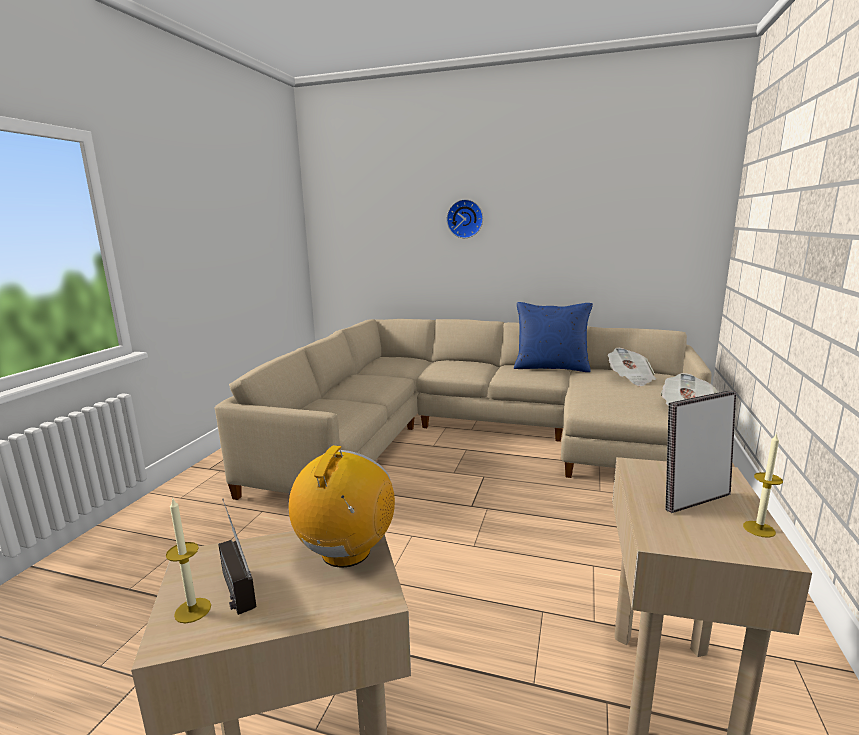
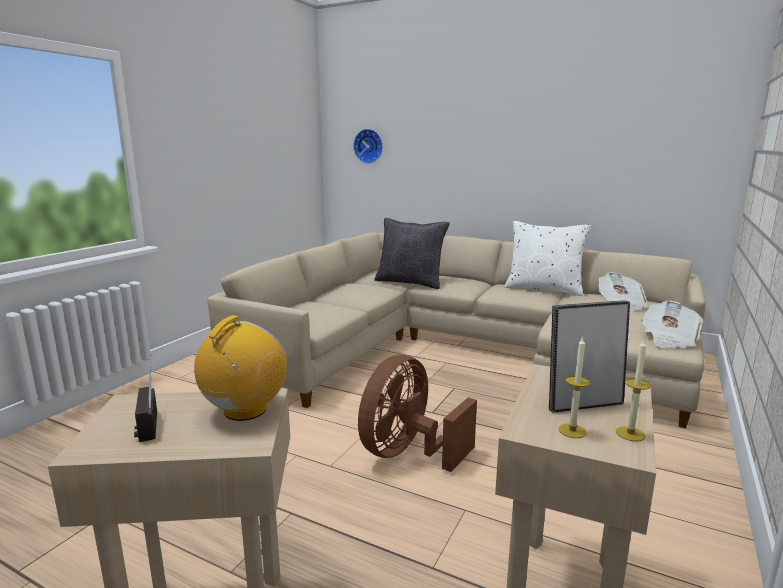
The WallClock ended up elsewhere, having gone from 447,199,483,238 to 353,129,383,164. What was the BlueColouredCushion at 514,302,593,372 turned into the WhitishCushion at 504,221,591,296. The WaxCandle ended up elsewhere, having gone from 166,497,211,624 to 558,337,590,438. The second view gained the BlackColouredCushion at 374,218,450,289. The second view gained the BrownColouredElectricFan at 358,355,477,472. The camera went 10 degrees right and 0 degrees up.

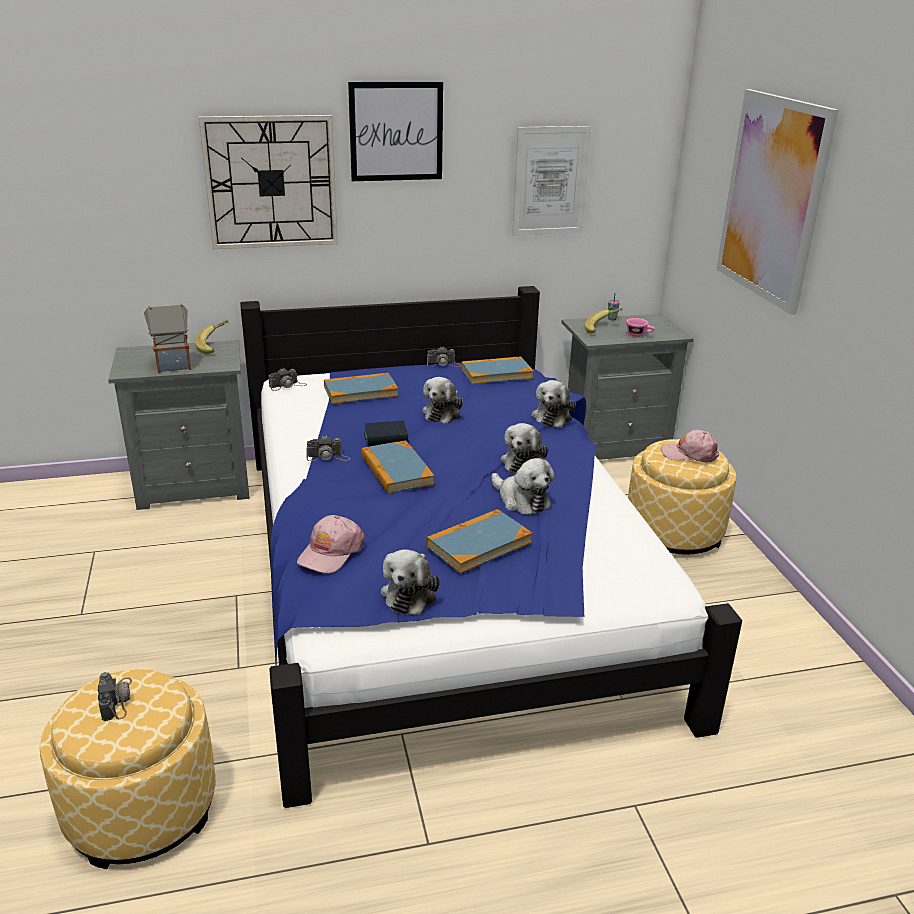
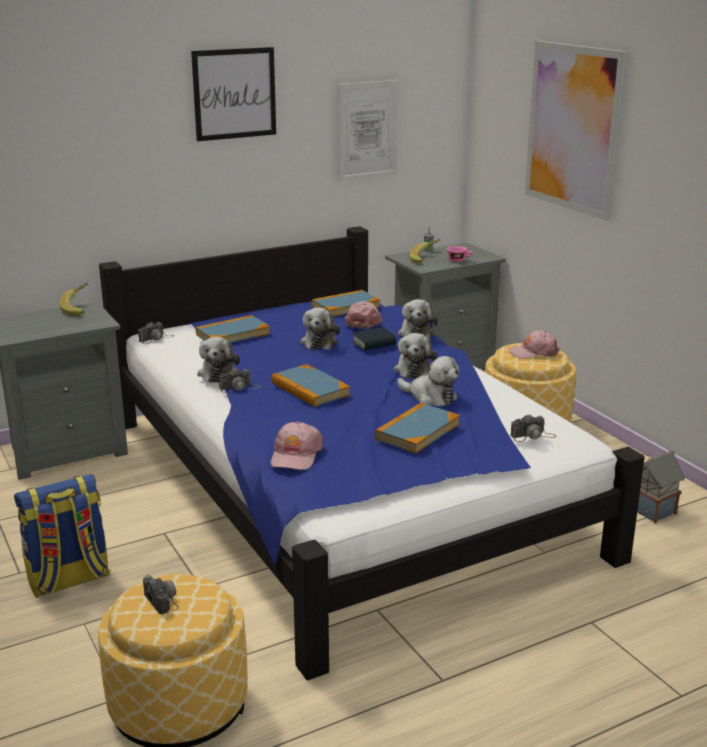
The second view lost the WallClock at 198,115,338,249. The ToyHouse ended up elsewhere, having gone from 144,303,191,373 to 637,450,685,524. The PhotoCamera ended up elsewhere, having gone from 427,346,461,367 to 510,415,556,442. The Book ended up elsewhere, having gone from 364,421,408,447 to 352,327,396,350. The PlushToy ended up elsewhere, having gone from 381,549,440,615 to 197,337,240,383. The second view gained the PinkishCap at 345,301,382,329. The second view gained the Knapsack at 14,474,110,598. The camera went 15 degrees left and 5 degrees down.

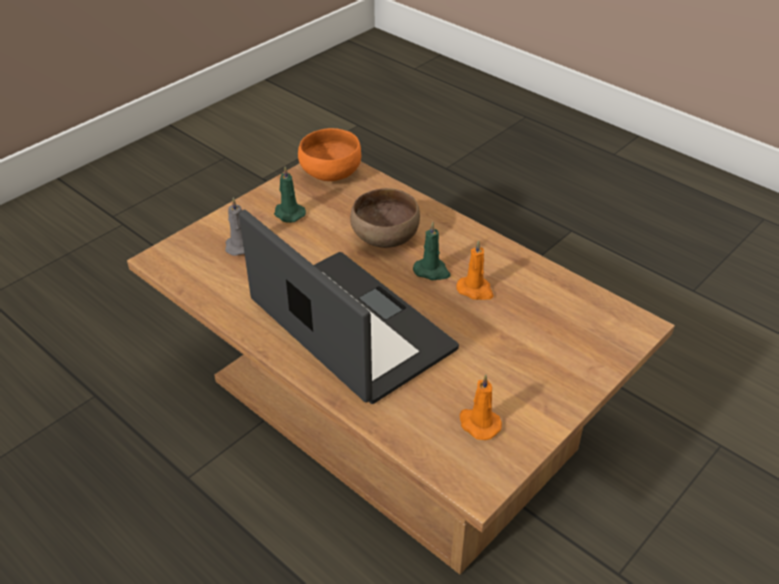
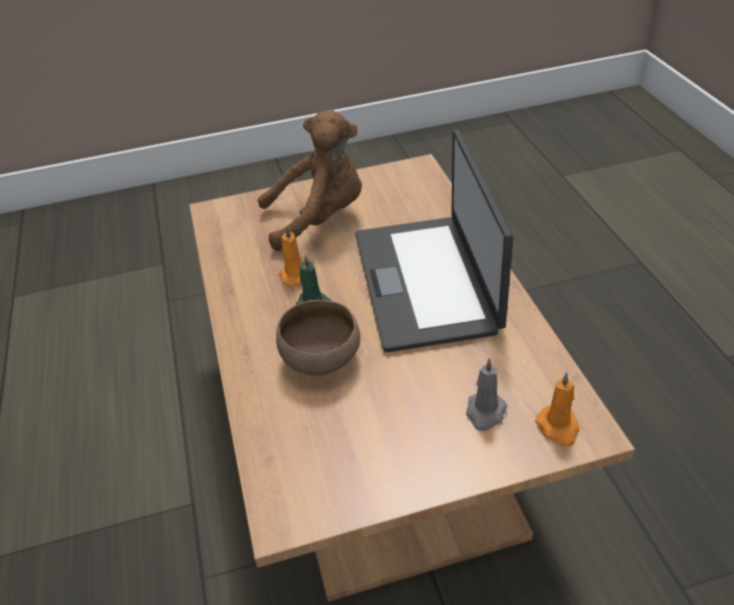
The second view lost the OrangeyDeepDish at 298,128,361,181. The second view lost the GreenColouredWaxCandle at 274,166,306,223. The OrangeyWaxCandle ended up elsewhere, having gone from 460,374,502,440 to 535,372,580,447. The second view gained the BrownColouredPlushToy at 258,110,362,251. The camera went 145 degrees left and 0 degrees up.

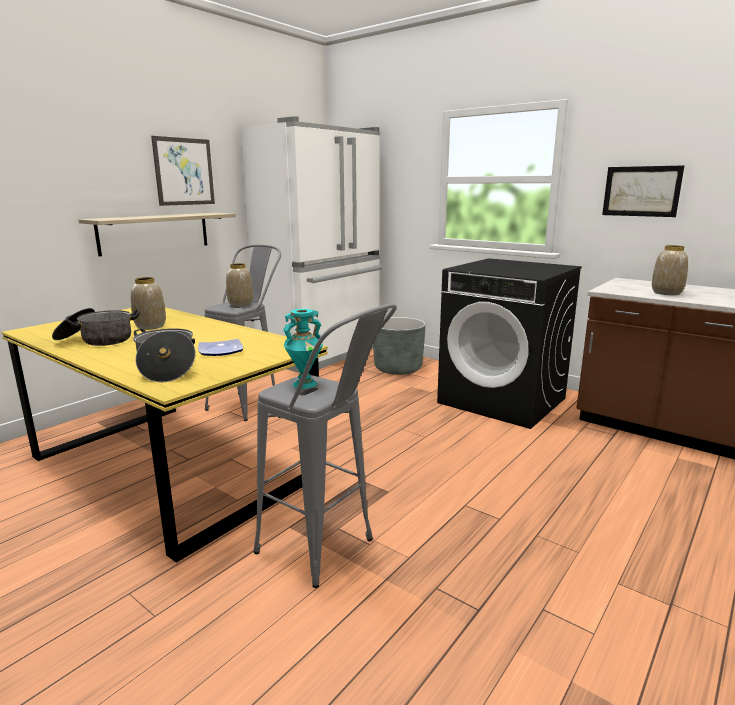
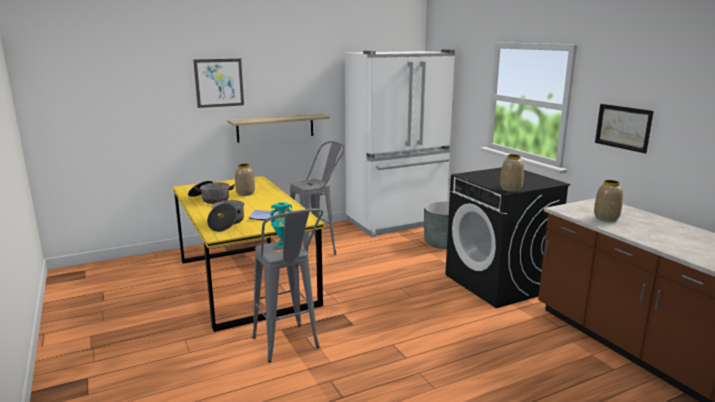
The Picture ended up elsewhere, having gone from 151,136,215,206 to 193,59,244,108. The DecorativeVase ended up elsewhere, having gone from 226,263,253,307 to 500,154,524,192. The camera went 25 degrees right and 0 degrees up.

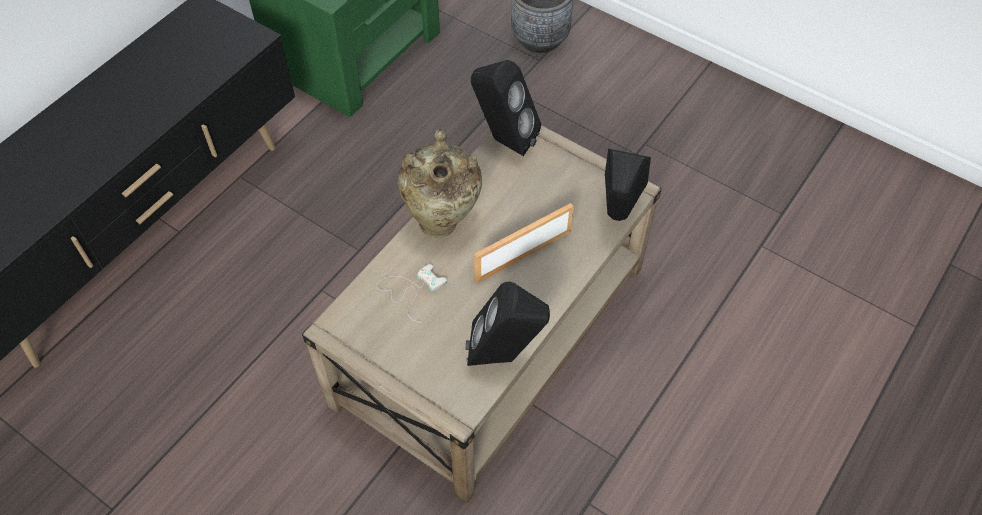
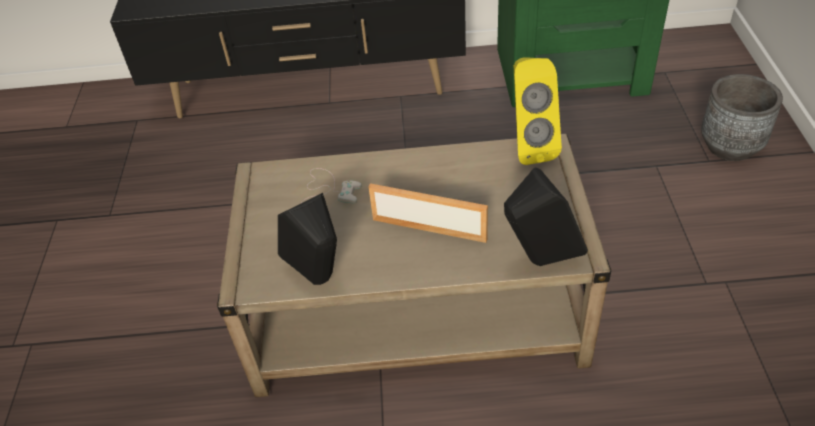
What was the BlackColouredLoudspeaker at 471,60,541,156 turned into the YellowishLoudspeaker at 514,57,562,165. The second view lost the BeigeDecorativeVase at 398,129,482,238. The camera went 55 degrees right and 10 degrees down.

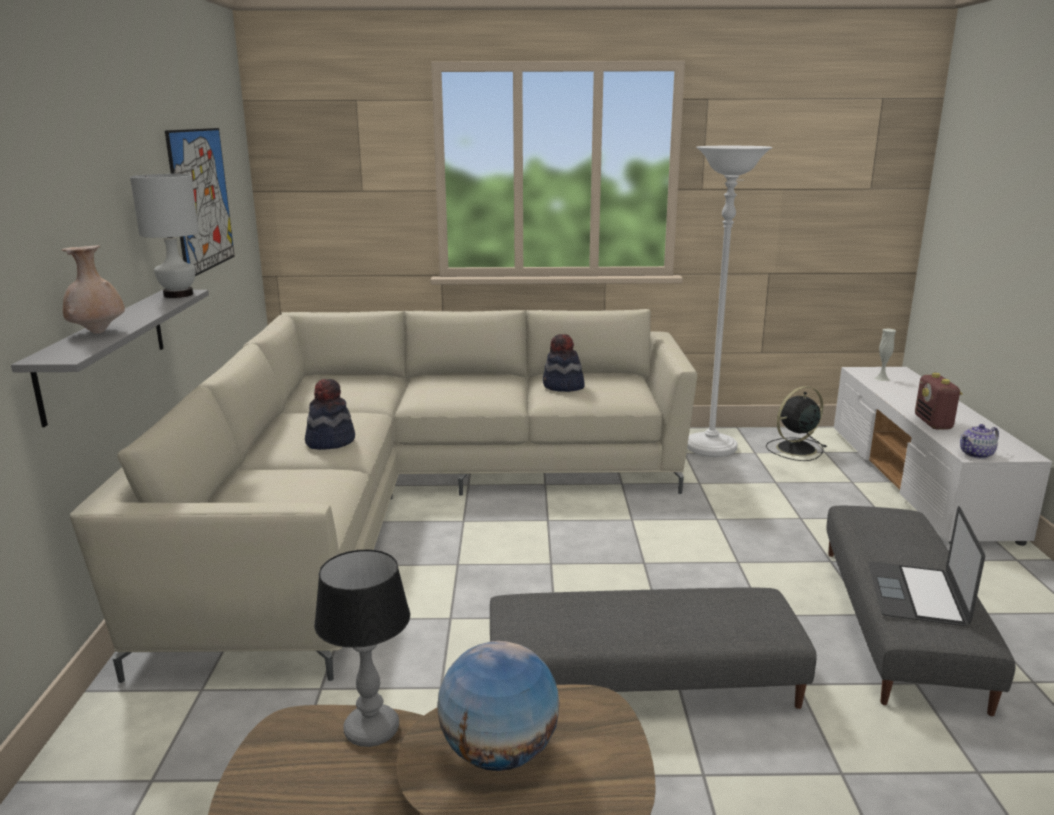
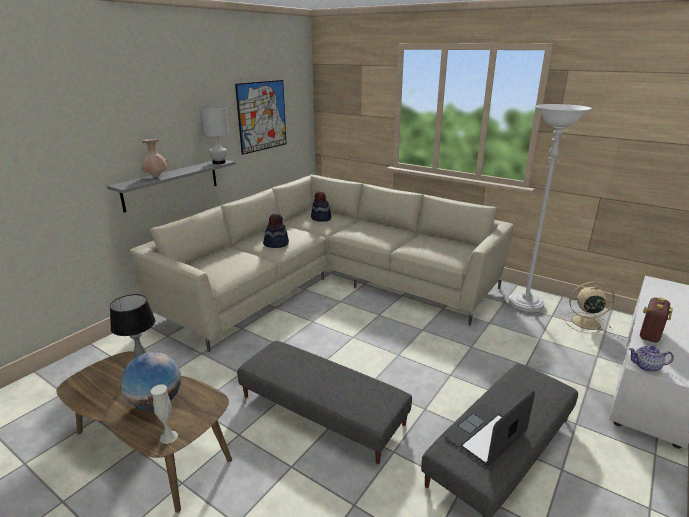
The WhitishDecorativeVase ended up elsewhere, having gone from 874,329,896,381 to 151,384,178,444. The WearableHat ended up elsewhere, having gone from 543,334,585,392 to 311,191,331,222. What was the BlackColouredElectricFan at 766,386,827,461 turned into the BeigeElectricFan at 564,281,615,333. The camera went 35 degrees right and 5 degrees up.

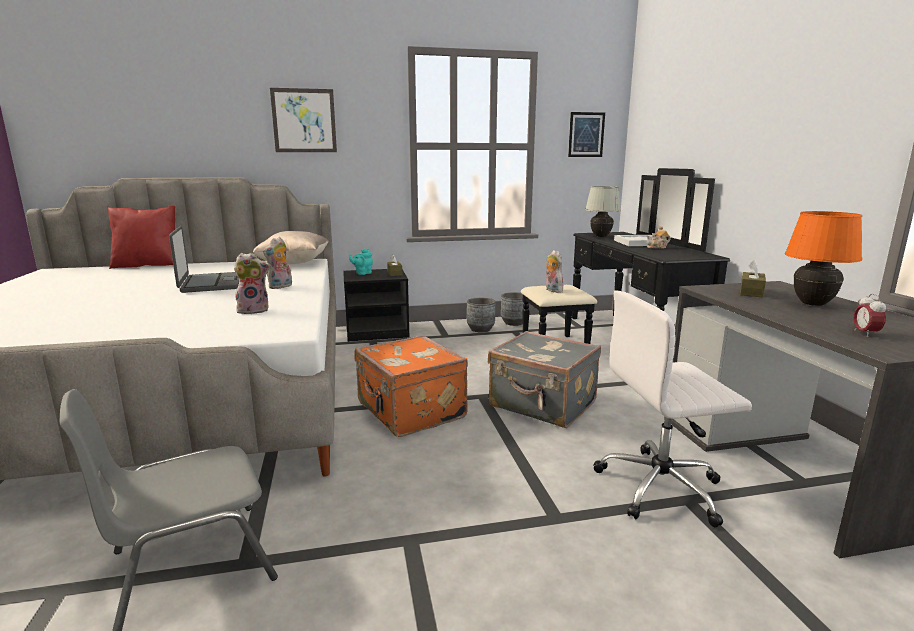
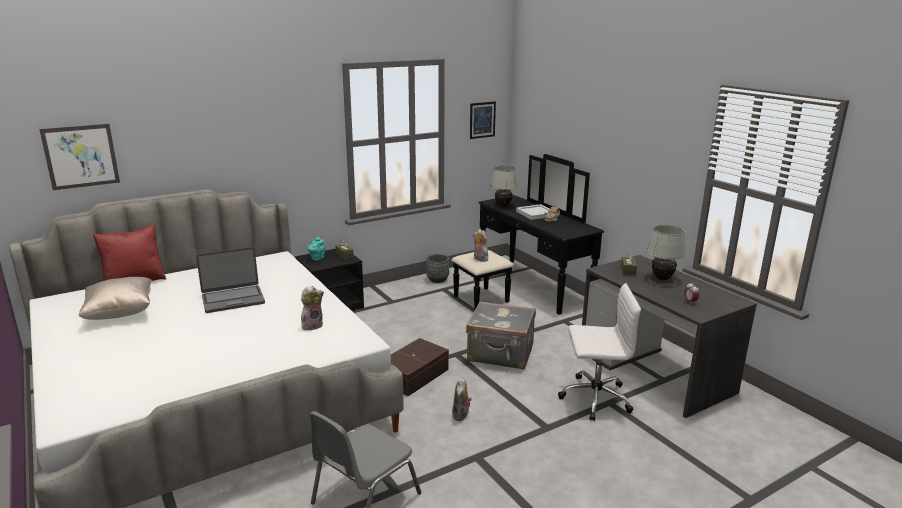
The Picture ended up elsewhere, having gone from 270,88,337,152 to 39,124,120,190. What was the OrangeyTableLamp at 785,211,862,306 turned into the WhitishTableLamp at 647,225,685,280. The NotebookComputer at 169,226,239,293 ended up facing another way, 105 degrees clockwise from before. The BeigeCushion ended up elsewhere, having gone from 253,231,329,264 to 79,277,152,320. The PlushToy ended up elsewhere, having gone from 263,237,292,289 to 452,377,472,421. The WhitishOfficeChair at 593,290,752,528 ended up facing another way, 150 degrees counterclockwise from before. The second view lost the GreyPlantPot at 467,298,495,332. Where the OrangeySuitcase stood at 354,335,468,437, the BrownColouredStorageContainer came to stand at 391,338,449,396. The camera went 20 degrees left and 5 degrees up.

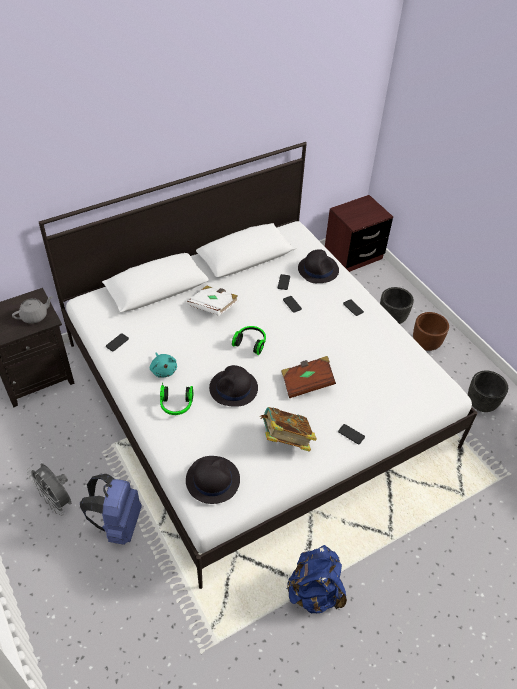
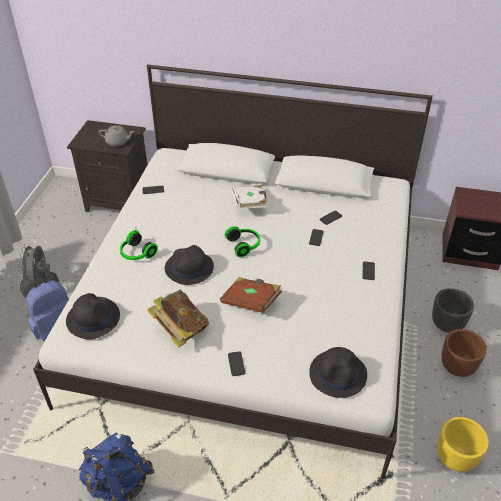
The BlackColouredWearableHat ended up elsewhere, having gone from 298,249,339,283 to 309,347,367,398. The second view lost the TurquoiseColouredPlushToy at 150,352,177,378. What was the BlackColouredPlantPot at 468,371,508,412 turned into the YellowishPlantPot at 437,417,489,472. The camera went 45 degrees right and 5 degrees down.

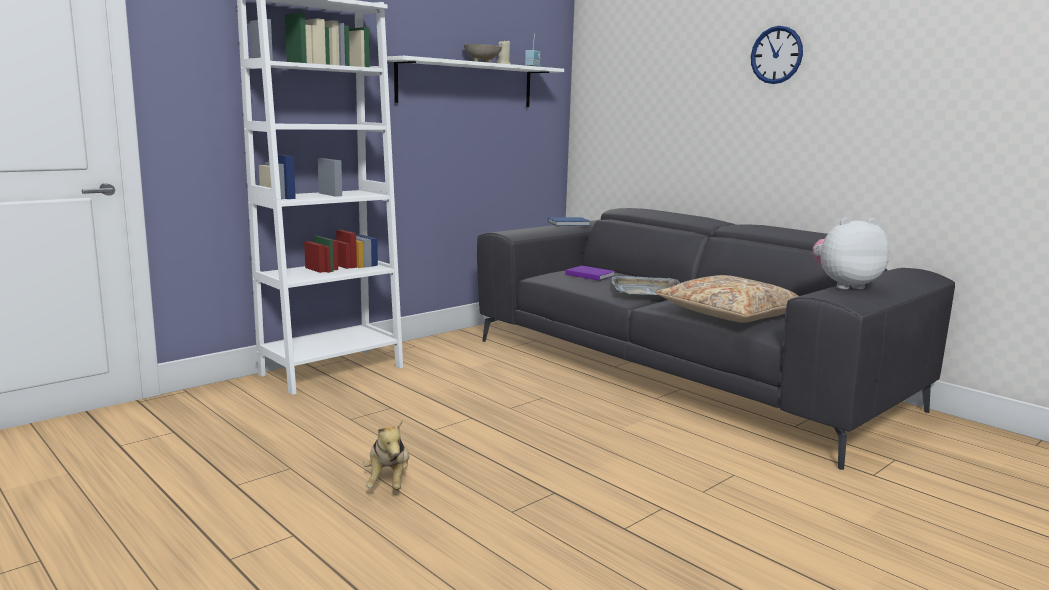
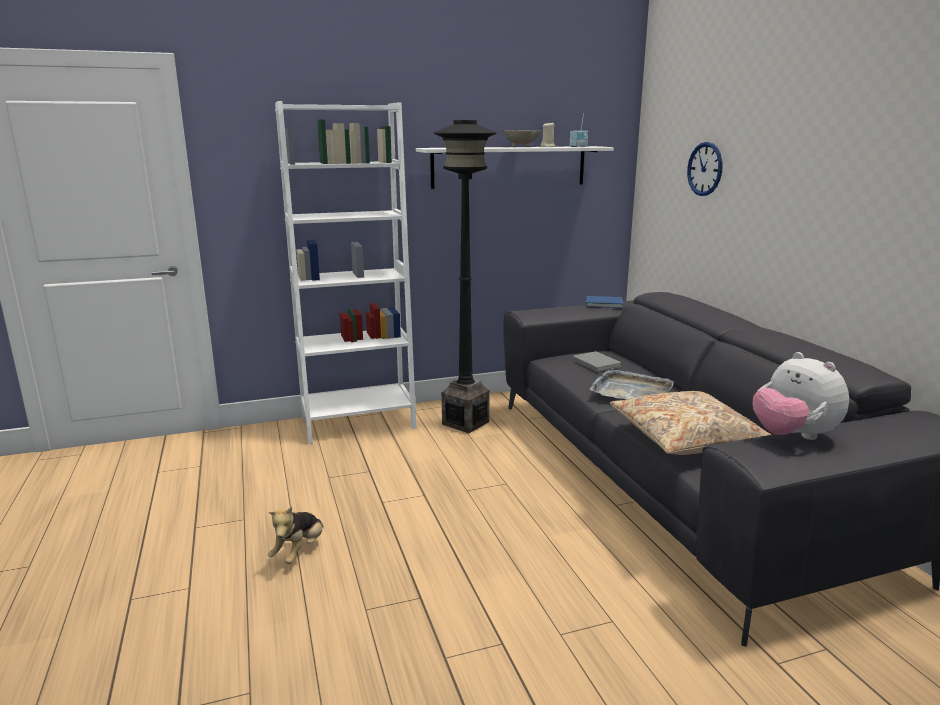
The WallClock ended up elsewhere, having gone from 751,26,803,84 to 687,142,722,196. The PlushToy at 813,218,890,289 ended up facing another way, 135 degrees counterclockwise from before. What was the PurpleColouredBook at 566,266,615,281 turned into the GreyBook at 572,351,622,372. The second view gained the BlackColouredFloorLamp at 434,120,497,433. The camera went 25 degrees right and 5 degrees up.

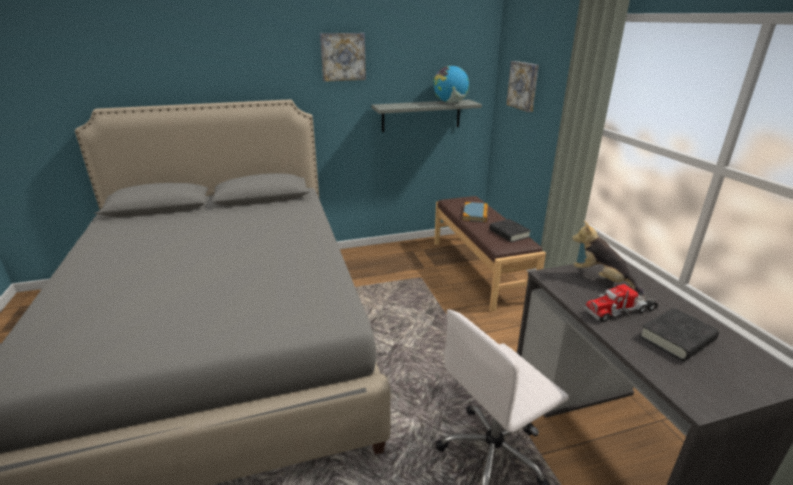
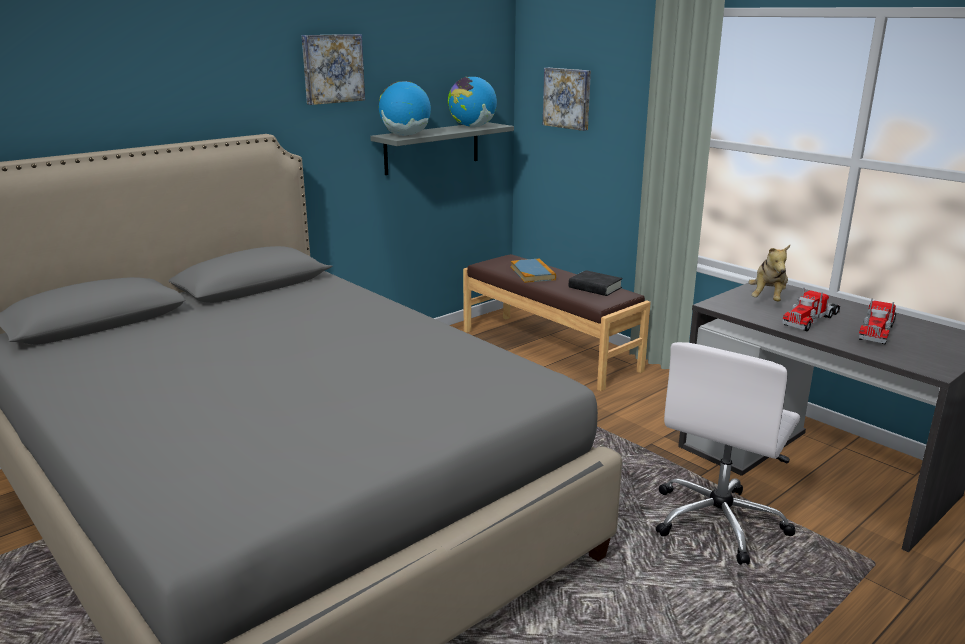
The PlushToy at 572,221,644,293 ended up facing another way, 90 degrees counterclockwise from before. Where the BlackColouredBook stood at 639,308,719,361, the ToyTruck came to stand at 859,299,896,344. The second view gained the DeskGlobe at 379,81,431,136. The camera went 25 degrees left and 5 degrees down.

